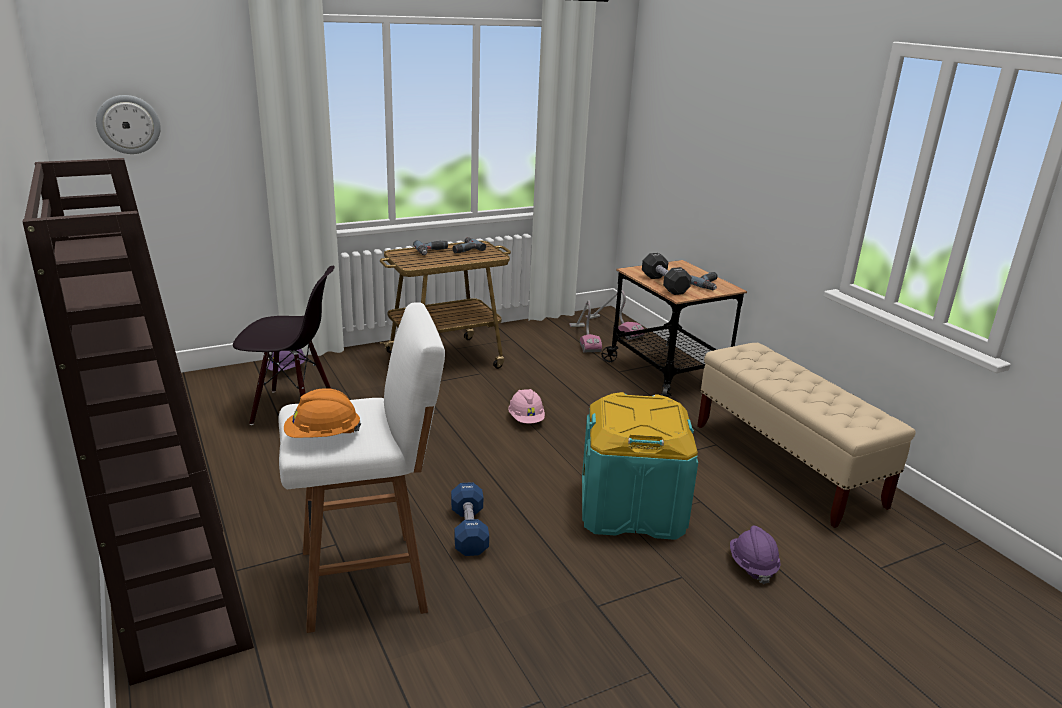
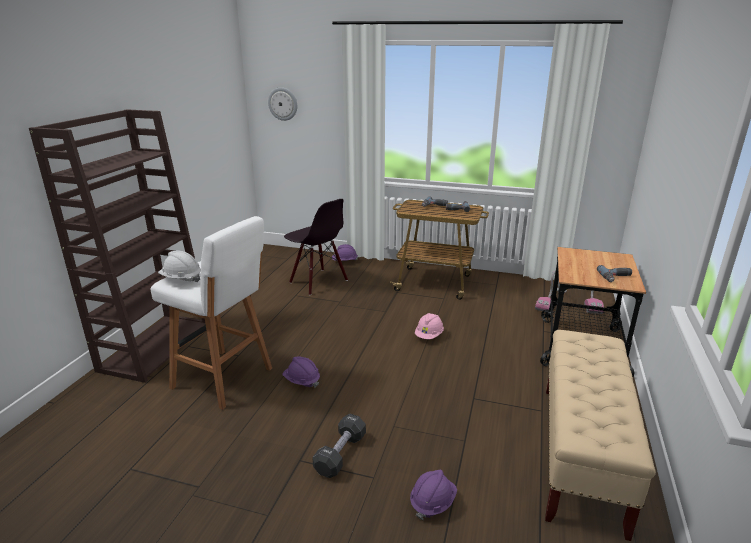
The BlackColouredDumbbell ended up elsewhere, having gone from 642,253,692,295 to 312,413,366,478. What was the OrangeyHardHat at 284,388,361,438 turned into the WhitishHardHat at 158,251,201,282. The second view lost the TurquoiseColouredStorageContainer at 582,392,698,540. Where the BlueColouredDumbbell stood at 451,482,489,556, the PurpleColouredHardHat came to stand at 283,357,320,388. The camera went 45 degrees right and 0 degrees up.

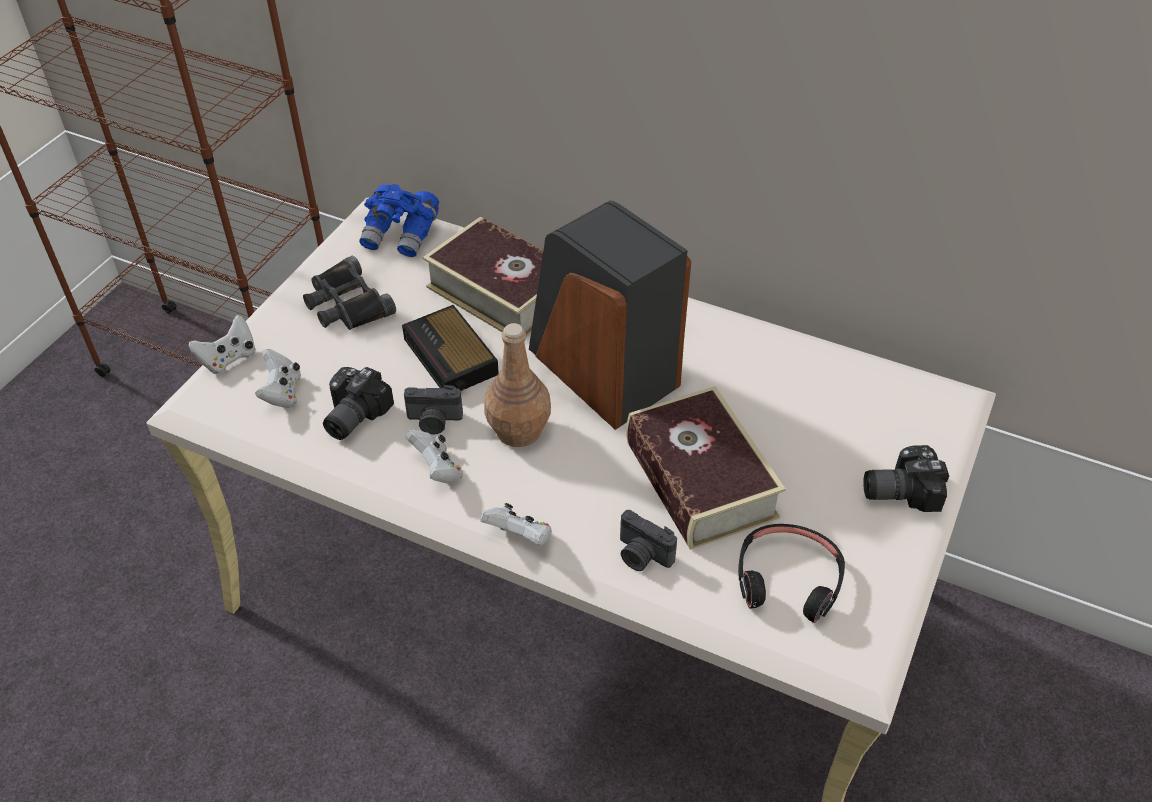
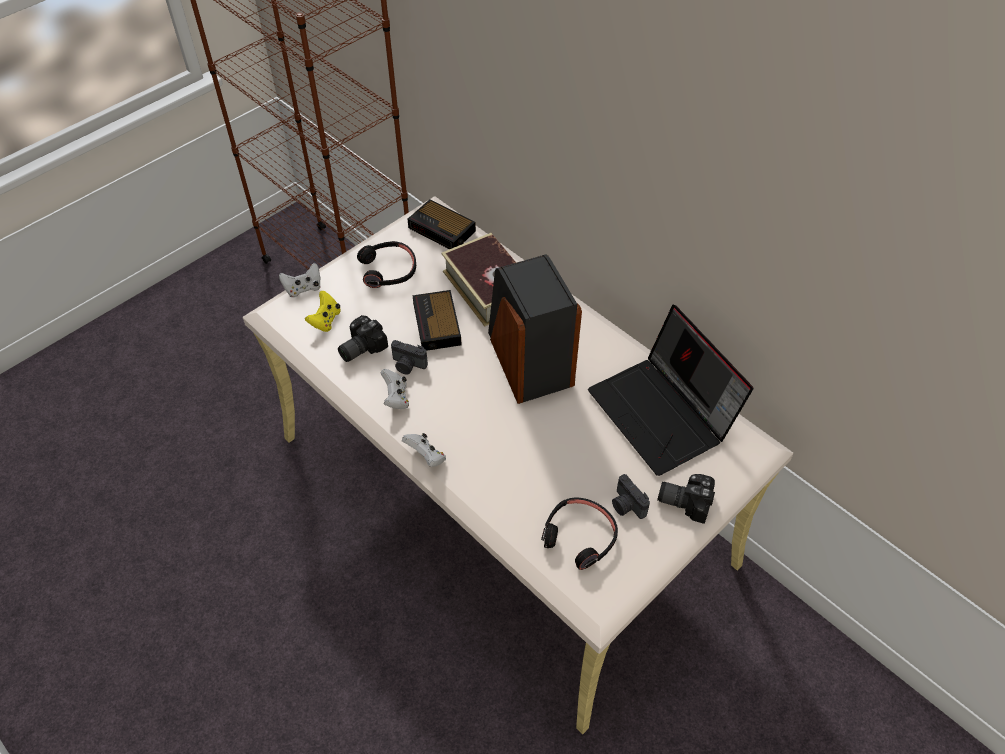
Where the BlueColouredPairOfBinoculars stood at 359,184,439,257, the TableClock came to stand at 407,199,476,249. Where the BlackColouredPairOfBinoculars stood at 303,255,396,330, the BlackColouredPairOfHeadphones came to stand at 357,241,416,288. The second view lost the BrownColouredBottle at 484,323,551,447. What was the WhitishJoypad at 255,349,301,408 turned into the YellowishJoypad at 305,291,341,332. The second view lost the Book at 626,386,786,550. The PhotoCamera ended up elsewhere, having gone from 620,510,677,571 to 612,474,650,519. The second view gained the NotebookComputer at 588,305,753,476. The camera went 20 degrees right and 5 degrees up.

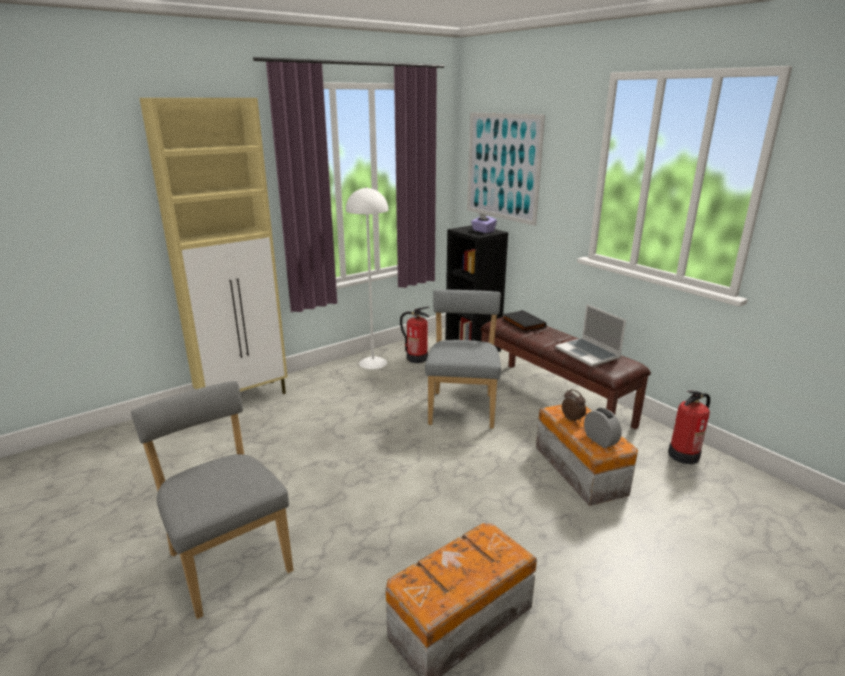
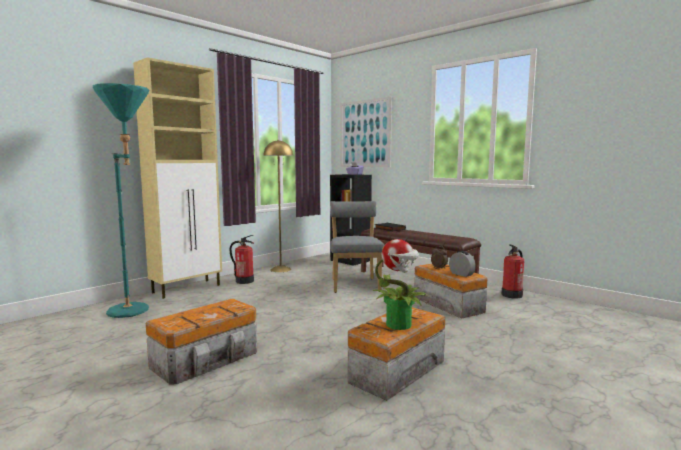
What was the WhitishFloorLamp at 346,187,388,369 turned into the YellowishFloorLamp at 264,140,293,272. The second view lost the NotebookComputer at 555,304,626,367. The Extinguisher ended up elsewhere, having gone from 400,307,430,363 to 229,235,254,284. Where the GreyPlainChair stood at 131,381,294,619, the StorageContainer came to stand at 146,298,257,384. The second view gained the TurquoiseColouredFloorLamp at 93,83,150,318. The second view gained the PottedPlant at 373,239,428,330. The camera went 10 degrees left and 15 degrees down.

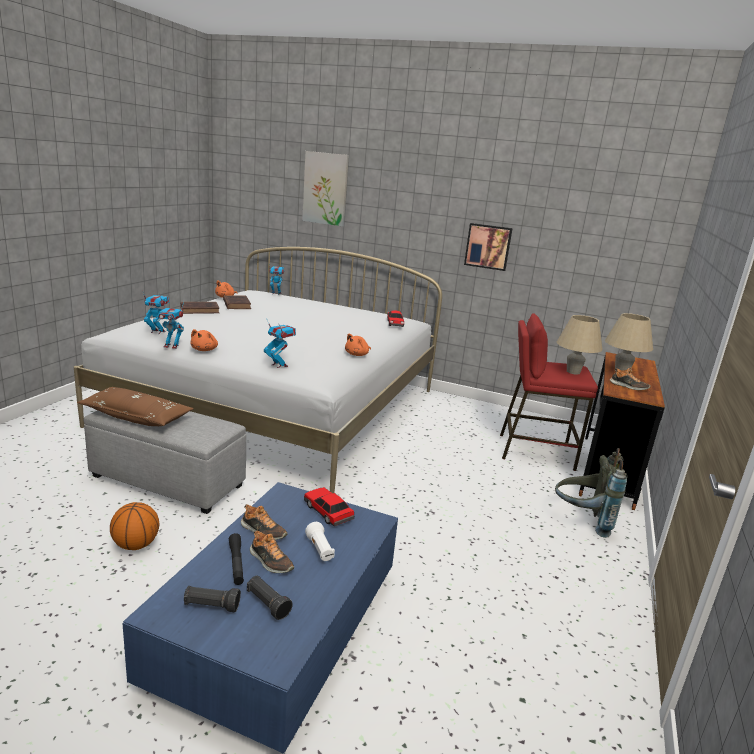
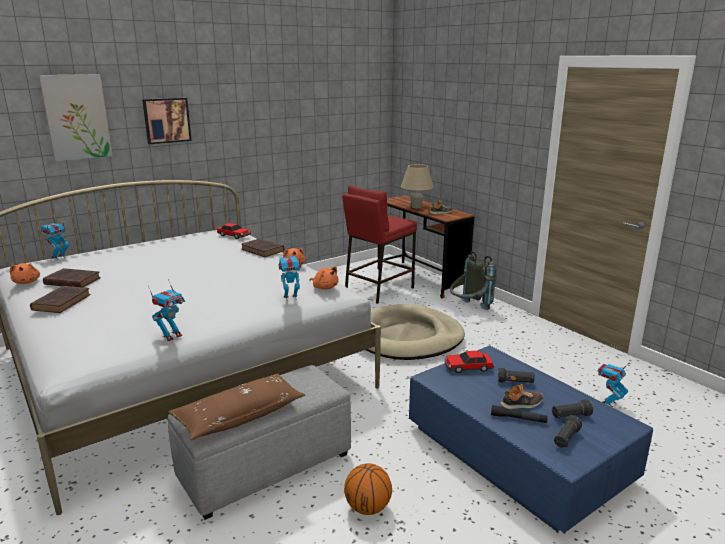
The Picture ended up elsewhere, having gone from 464,223,513,271 to 142,98,192,144. The RobotFigure ended up elsewhere, having gone from 143,293,169,334 to 597,363,629,407. The second view lost the BeigeTableLamp at 557,315,603,375. The OrangeyPlushToy ended up elsewhere, having gone from 191,329,218,351 to 309,267,339,289. The second view lost the Shoe at 241,504,287,540. What was the WhitishHandTorch at 305,522,335,561 turned into the BlackColouredHandTorch at 498,368,535,383. The second view gained the BrownColouredBook at 241,238,284,257. The second view gained the BeigeDogCushion at 366,304,465,360. The camera went 55 degrees left and 0 degrees up.

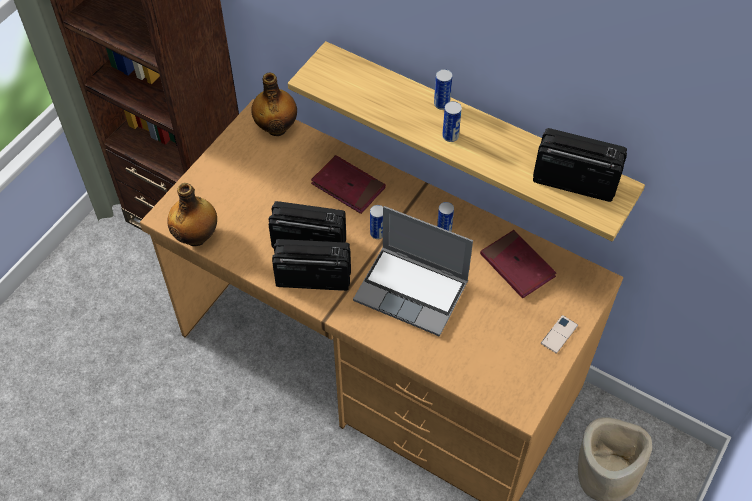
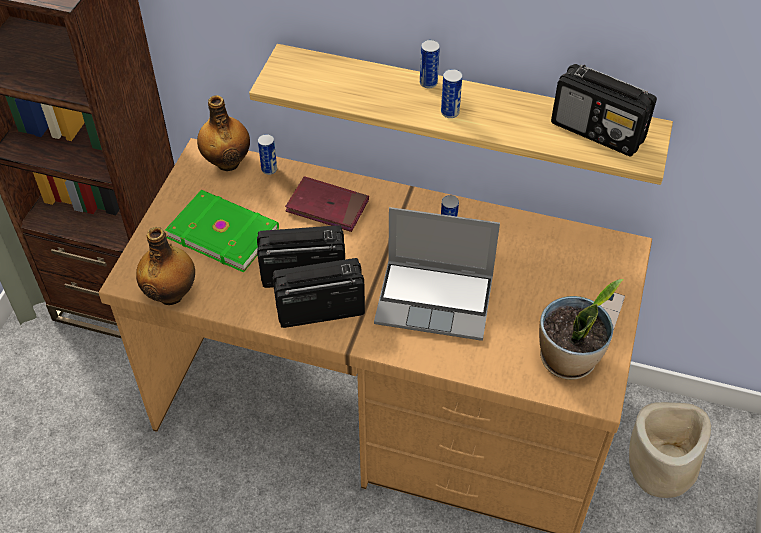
The RadioSet at 533,128,627,202 ended up facing another way, 150 degrees counterclockwise from before. The MetalCan ended up elsewhere, having gone from 370,205,383,239 to 258,134,277,175. The second view lost the RedColouredBook at 480,230,556,298. The second view gained the GreenColouredBook at 165,190,279,273. The second view gained the PottedPlant at 539,279,623,380. The camera went 15 degrees left and 5 degrees down.

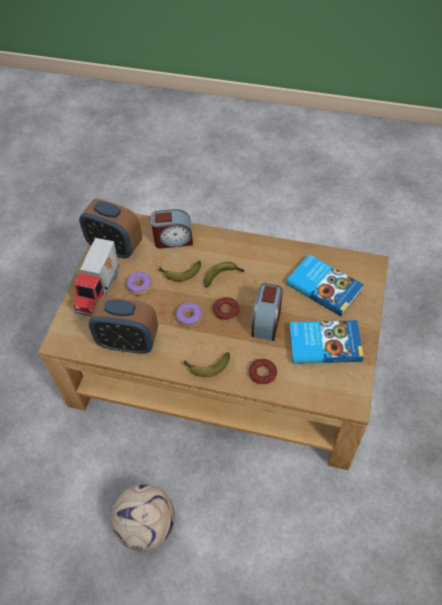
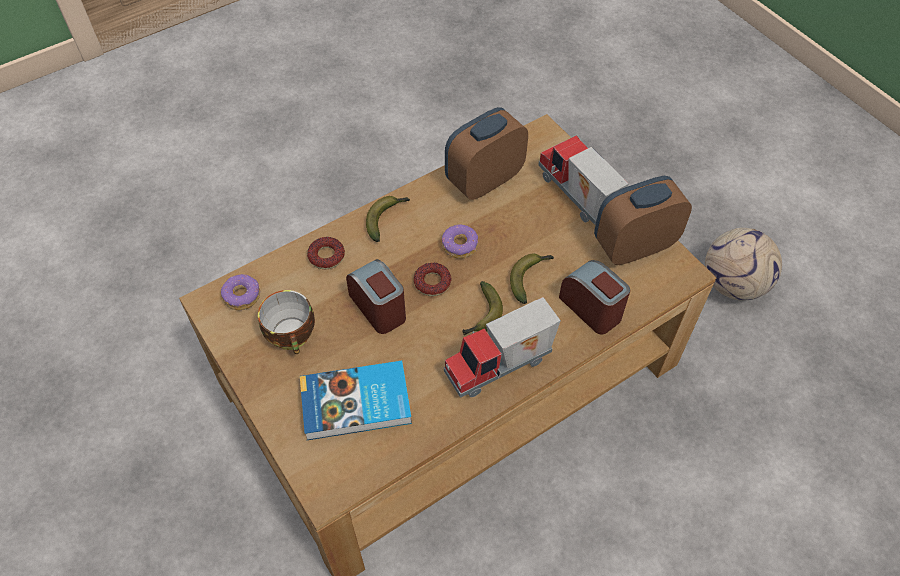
The TableClock at 151,209,193,249 ended up facing another way, 105 degrees clockwise from before. The Donut ended up elsewhere, having gone from 127,272,152,295 to 221,274,260,310. Where the Book stood at 289,320,364,364, the DrinkingCup came to stand at 258,290,315,354. The Football ended up elsewhere, having gone from 111,484,175,551 to 705,228,782,301. The second view gained the ToyTruck at 444,297,561,398. The camera went 130 degrees right and 0 degrees up.

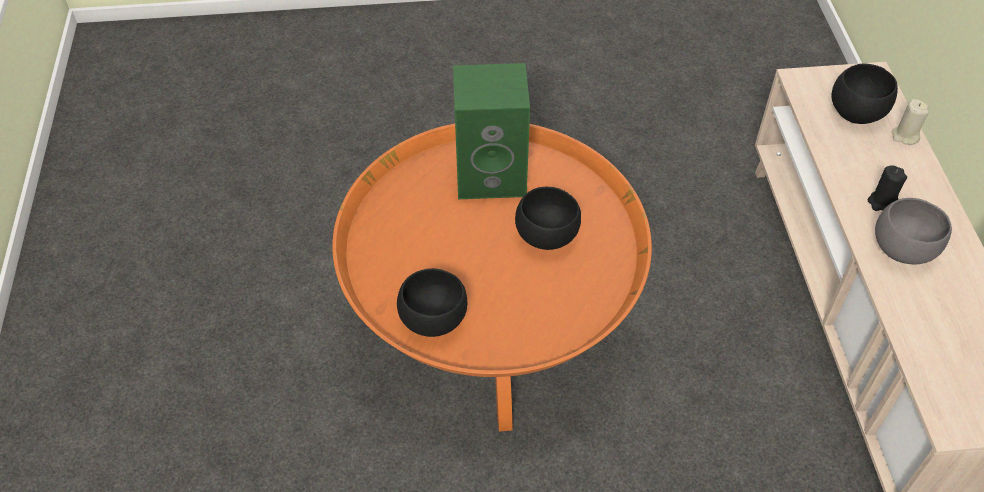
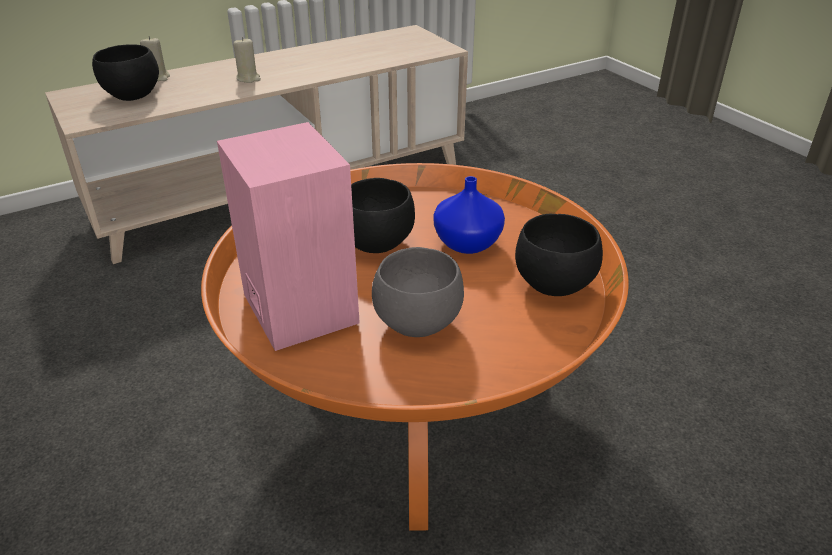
What was the GreenColouredLoudspeaker at 453,63,530,199 turned into the PinkishLoudspeaker at 217,122,360,351. What was the BlackColouredWaxCandle at 867,166,907,211 turned into the BeigeWaxCandle at 233,37,261,83. The GreyDeepDish ended up elsewhere, having gone from 875,198,952,264 to 372,247,464,337. The second view gained the BlueColouredDecorativeVase at 434,176,505,254. The camera went 115 degrees left and 15 degrees down.

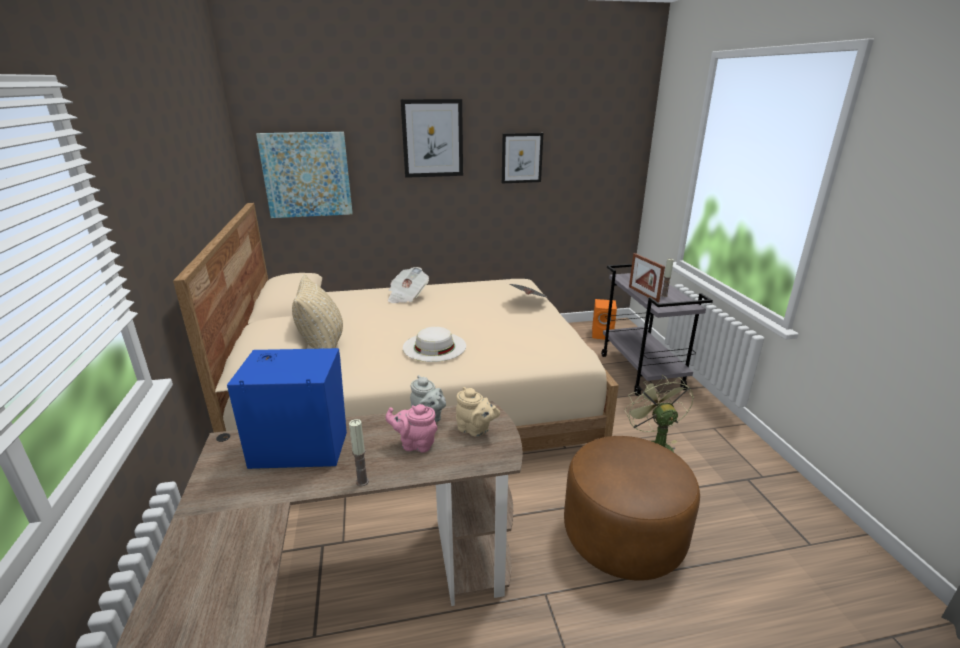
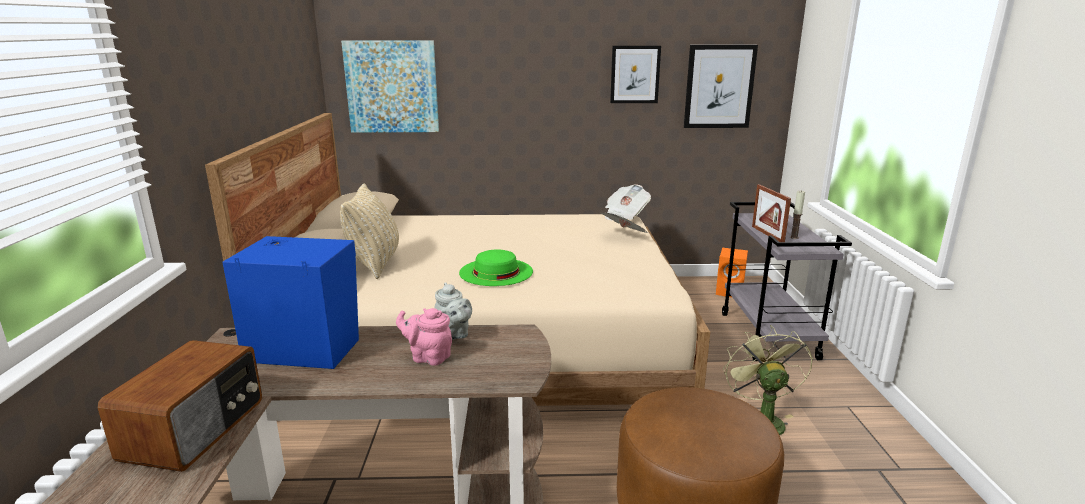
The Picture ended up elsewhere, having gone from 400,99,463,178 to 684,45,758,128. The PrintedPaper ended up elsewhere, having gone from 388,267,429,303 to 605,184,651,220. What was the WhitishWearableHat at 403,327,466,362 turned into the GreenColouredWearableHat at 459,250,533,286. The second view lost the BeigeTeapot at 456,387,500,437. The second view lost the WaxCandle at 349,419,369,486. The second view gained the RadioSet at 97,340,262,472. The camera went 10 degrees right and 5 degrees down.

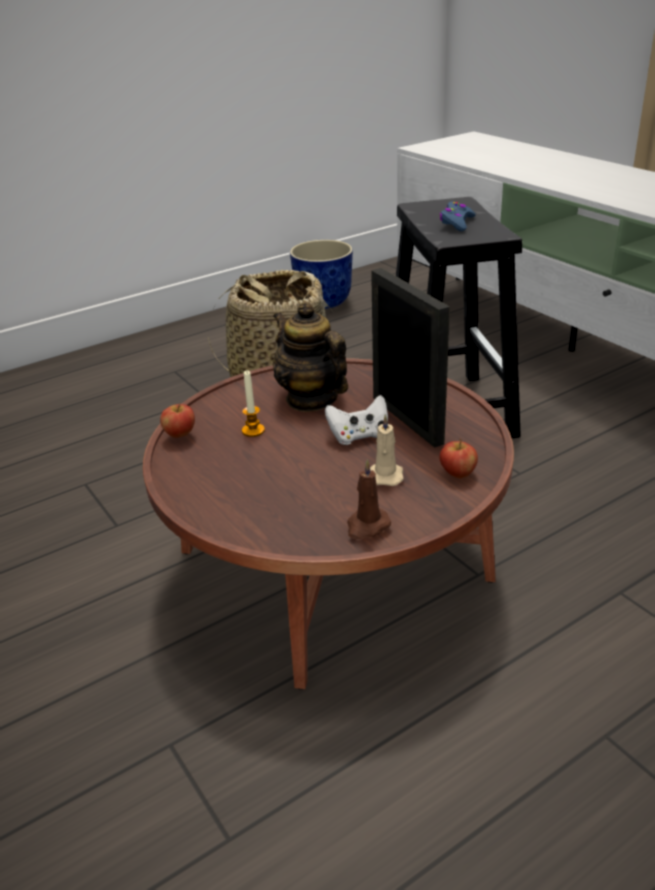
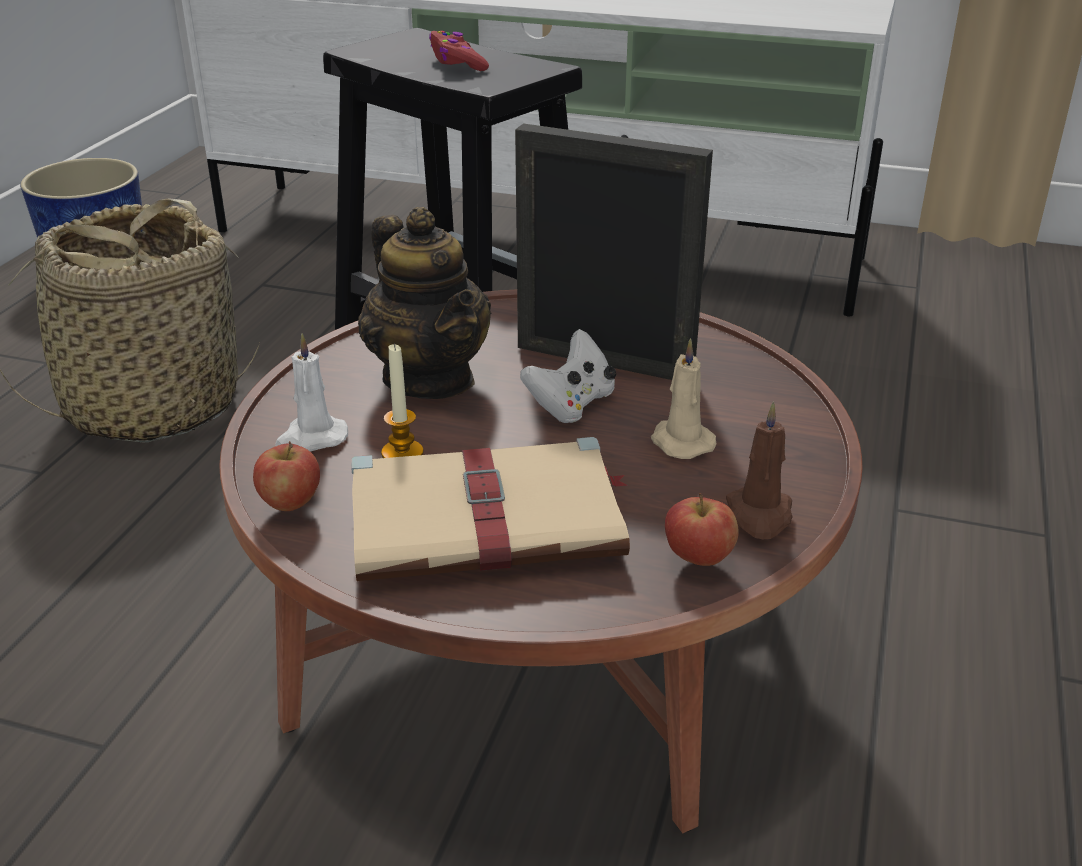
What was the BlueColouredJoypad at 439,202,476,231 turned into the RedColouredJoypad at 429,31,489,71. The Teapot at 273,301,348,412 ended up facing another way, 135 degrees counterclockwise from before. The WholeApple ended up elsewhere, having gone from 439,439,478,478 to 665,493,739,566. The second view gained the WhitishWaxCandle at 275,333,348,451. The second view gained the BeigeBook at 351,437,630,581. The camera went 40 degrees left and 0 degrees up.

